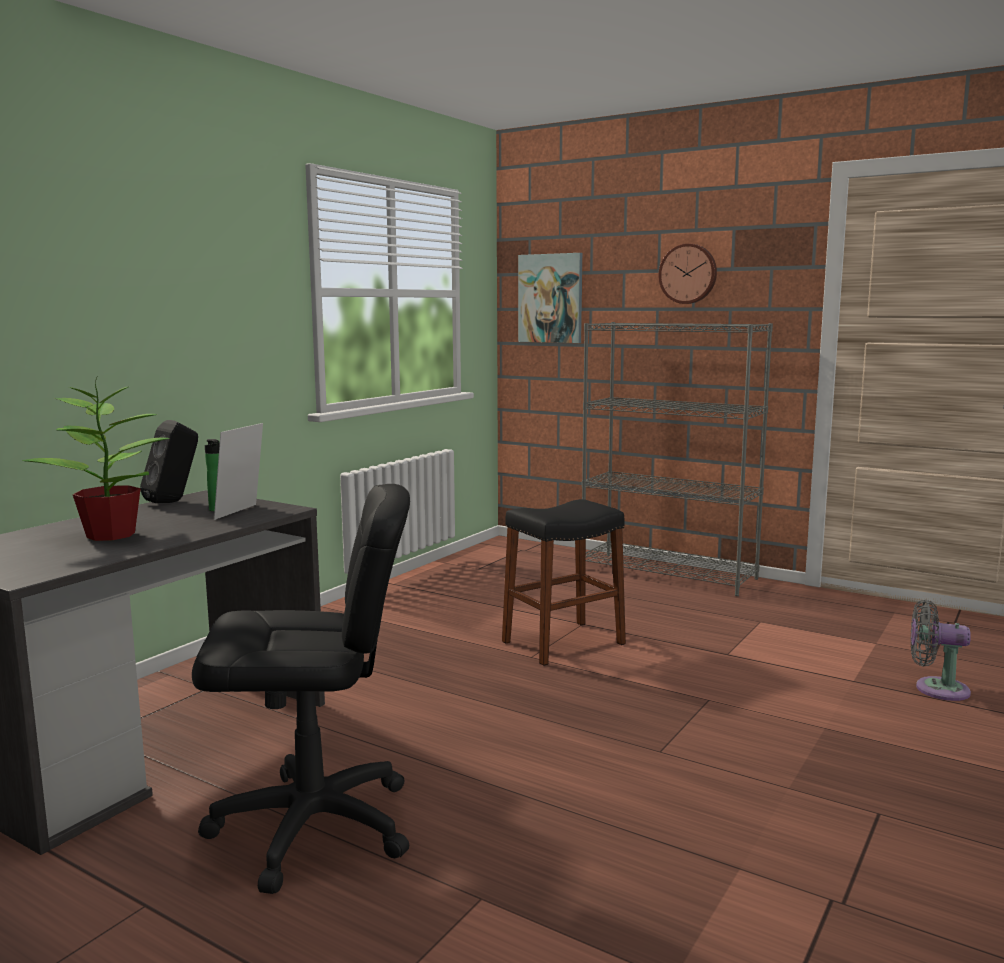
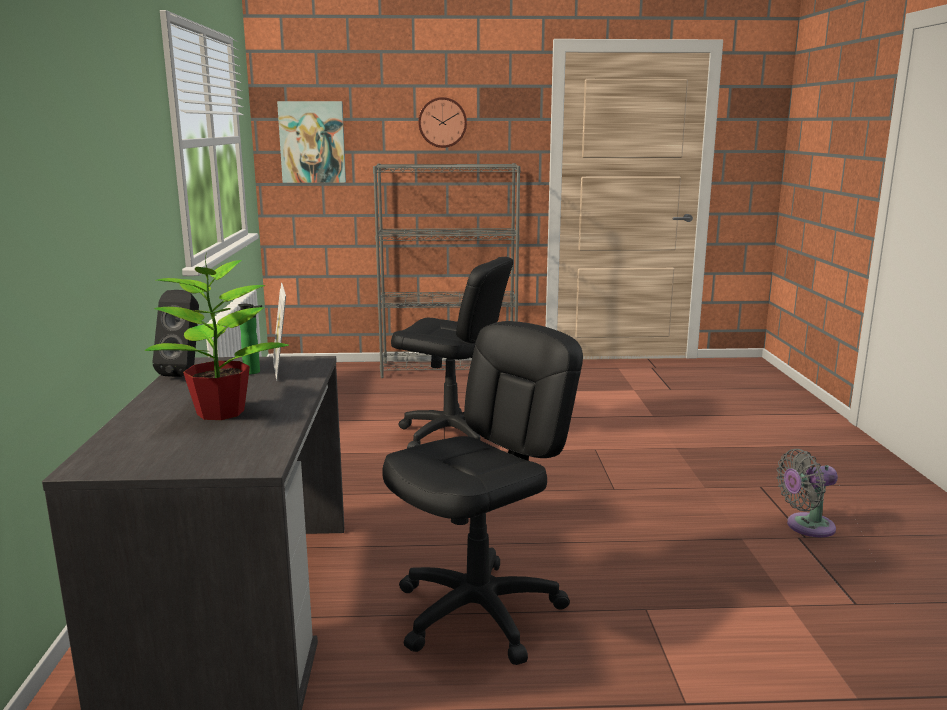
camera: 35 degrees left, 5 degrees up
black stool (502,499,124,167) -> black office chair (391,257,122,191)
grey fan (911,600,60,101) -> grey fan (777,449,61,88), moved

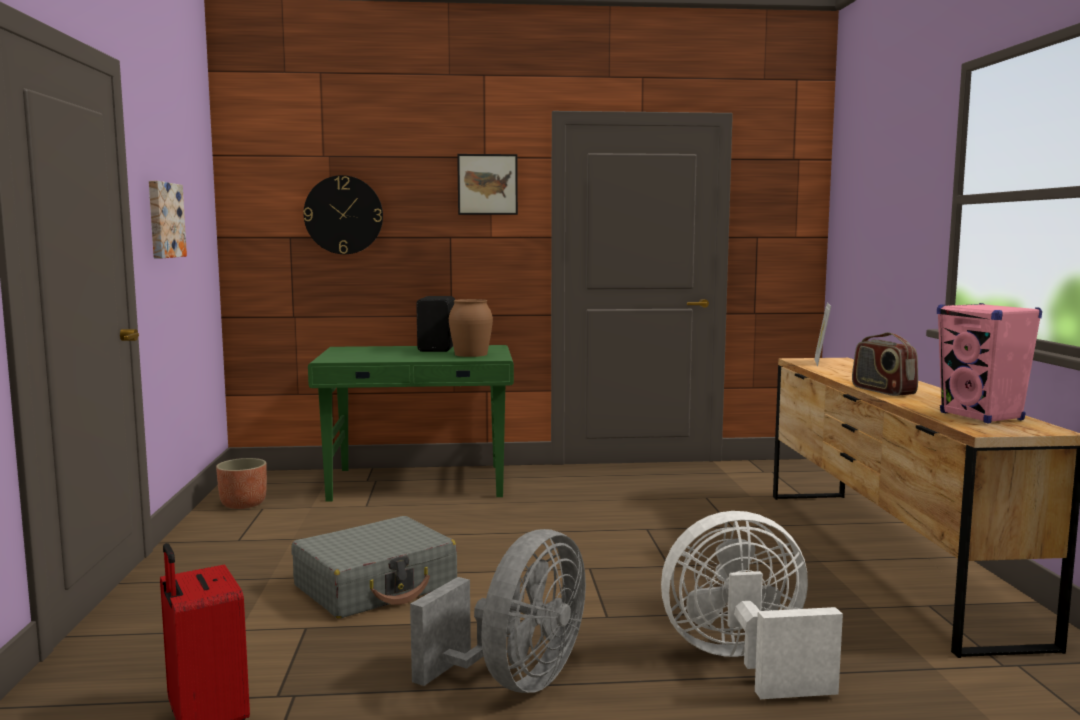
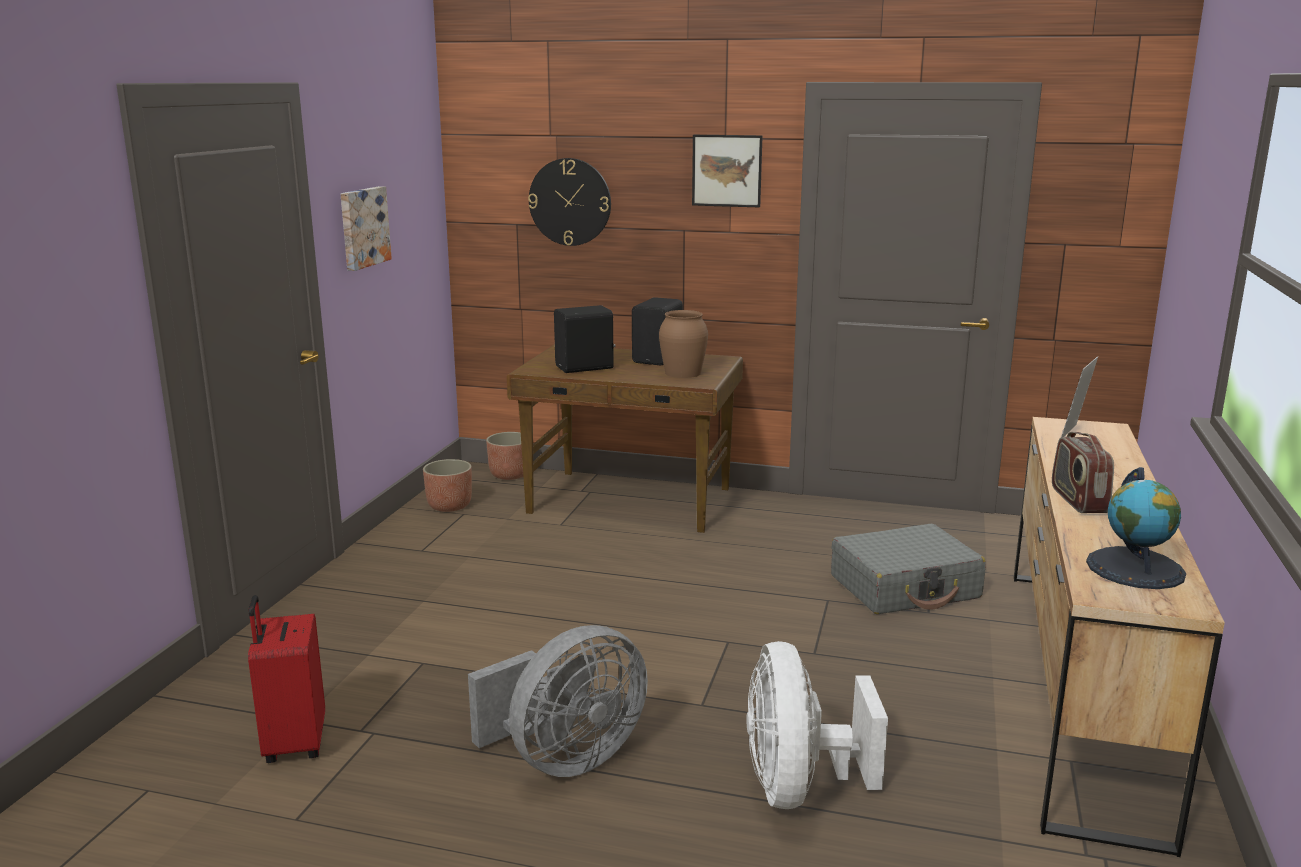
camera: 20 degrees right, 10 degrees up
grey suitcase (291,516,166,102) -> grey suitcase (831,524,155,90), moved
green desk (308,345,206,157) -> brown desk (507,344,236,189)
white fan (661,511,182,188) -> white fan (746,641,142,168), 105 degrees counterclockwise
pink speaker (937,303,105,121) -> globe (1086,467,100,122)
none -> planter (486,432,37,48)
none -> black speaker (554,305,62,68)

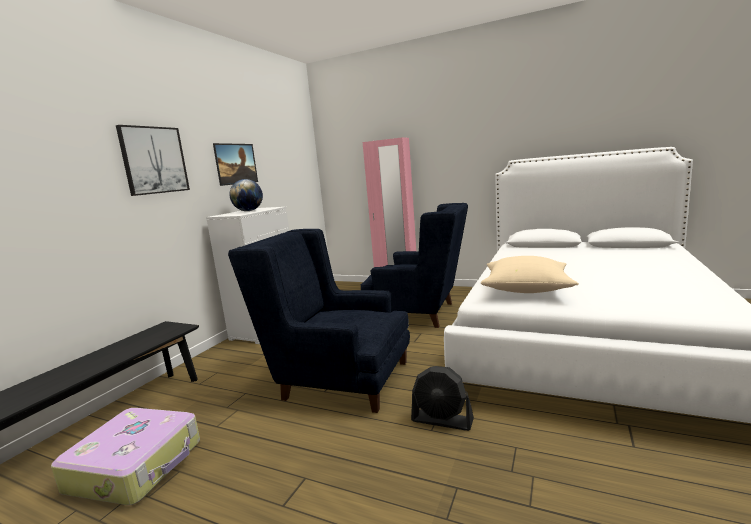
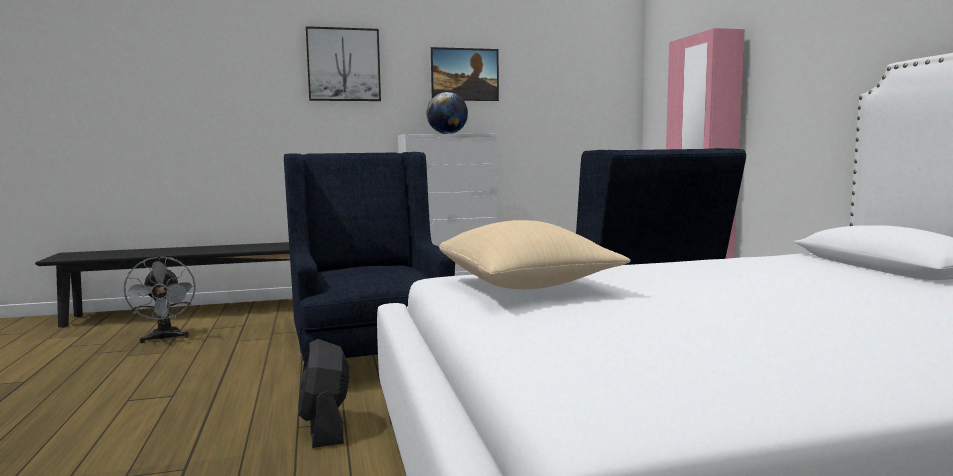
camera: 50 degrees right, 5 degrees down
suitcase (51,408,149,97) -> grey fan (123,256,73,87)

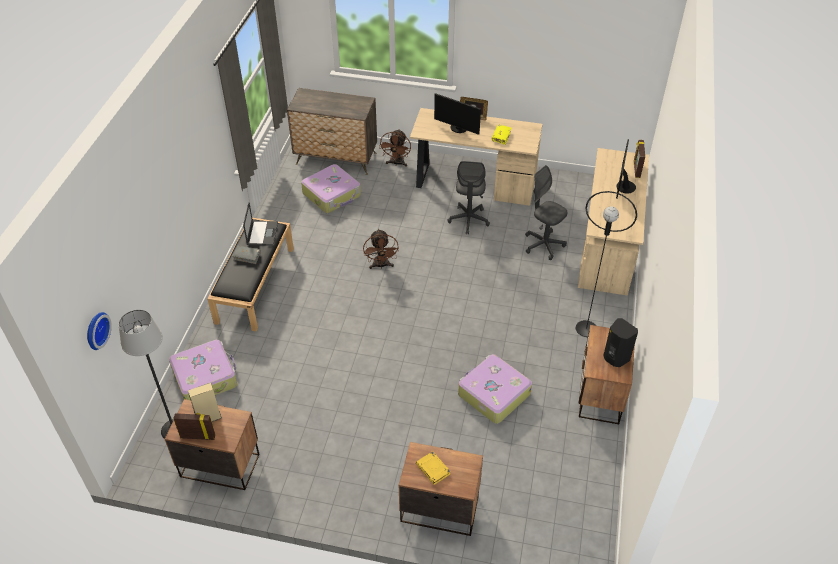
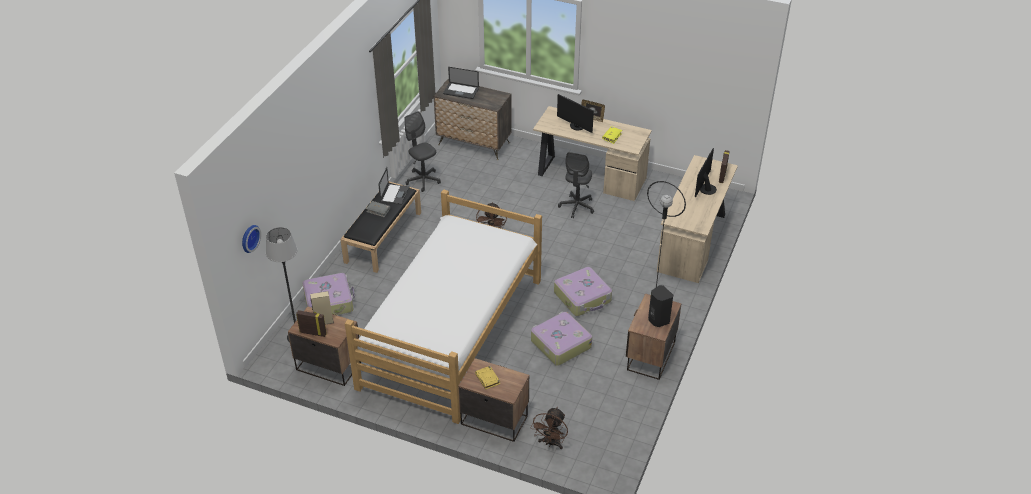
camera: 10 degrees right, 5 degrees down
suitcase (301,164,60,49) -> suitcase (554,267,58,49), moved
brown fan (379,129,32,38) -> brown fan (531,407,37,42), moved
grey office chair (525,165,43,95) -> grey office chair (404,111,37,81), moved
none -> bed (345,189,197,235)
none -> laptop (443,67,36,32)

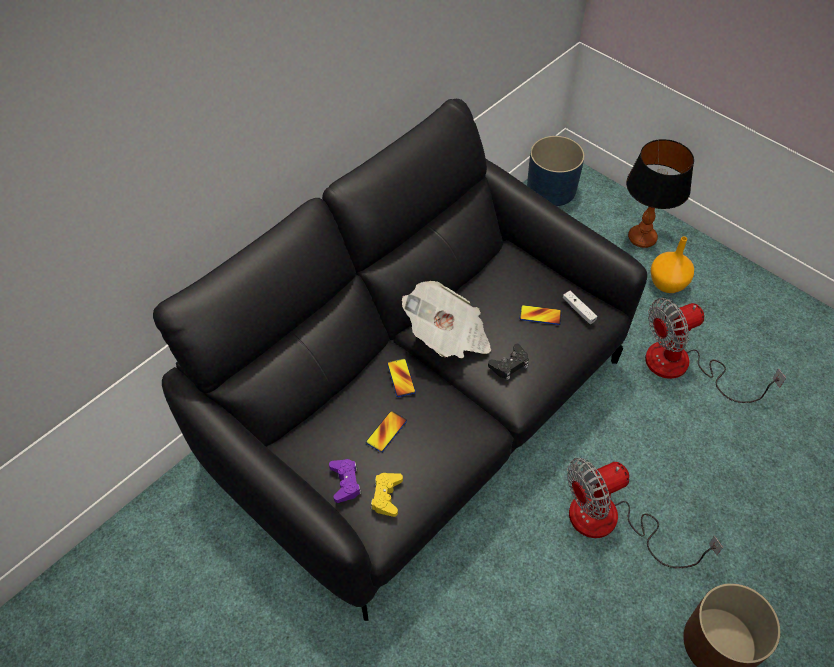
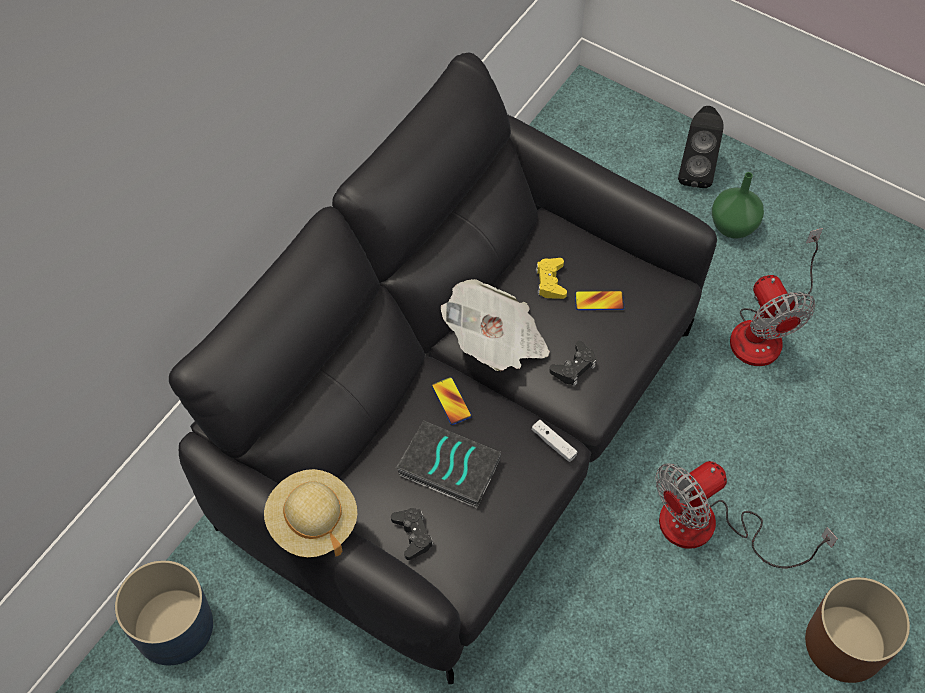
camera: 10 degrees left, 5 degrees up
purple game controller (329,459,32,44) -> black game controller (391,508,43,52)
phone (366,411,41,41) -> book (396,420,105,88)
yellow game controller (371,473,32,44) -> yellow game controller (536,258,31,41), moved
blue planter (527,136,58,70) -> blue planter (115,560,98,105), moved
white game controller (563,291,34,33) -> white game controller (532,420,45,42), moved
table lamp (626,139,68,109) -> black speaker (678,106,46,82)
fan (645,298,141,105) -> fan (730,228,93,138), 75 degrees counterclockwise
orange vase (650,236,44,57) -> green vase (712,172,52,67)
none -> beige hat (264,469,93,88)

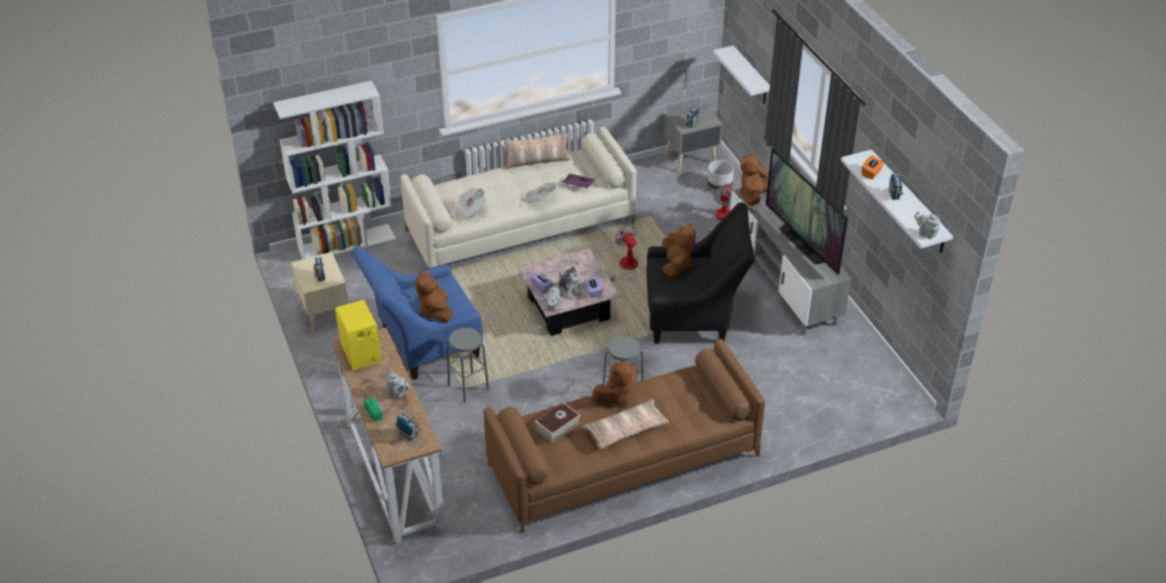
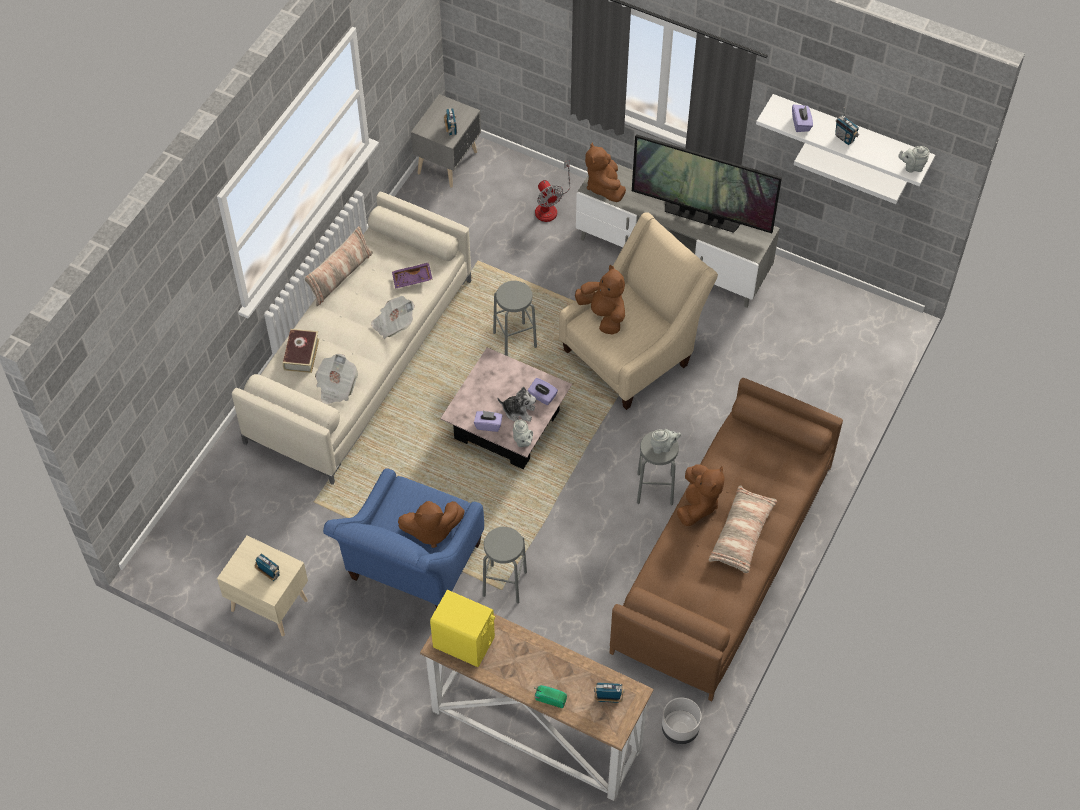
camera: 40 degrees left, 15 degrees up
white bookcase (273,81,123,178) -> none
grey teapot (385,373,25,26) -> grey teapot (651,429,30,25), moved
brown plush toy (415,269,38,54) -> brown plush toy (398,501,67,47), 45 degrees counterclockwise
book (534,402,47,41) -> book (283,329,36,44), moved
fan (610,226,28,56) -> grey stool (493,281,44,75)
black armchair (646,202,109,142) -> beige armchair (559,212,159,198)
grey planter (707,160,27,30) -> grey planter (662,697,39,47), moved
white shelf (713,45,57,59) -> white shelf (794,143,113,61), moved
orange tissue box (861,155,23,24) -> purple tissue box (792,104,21,28)

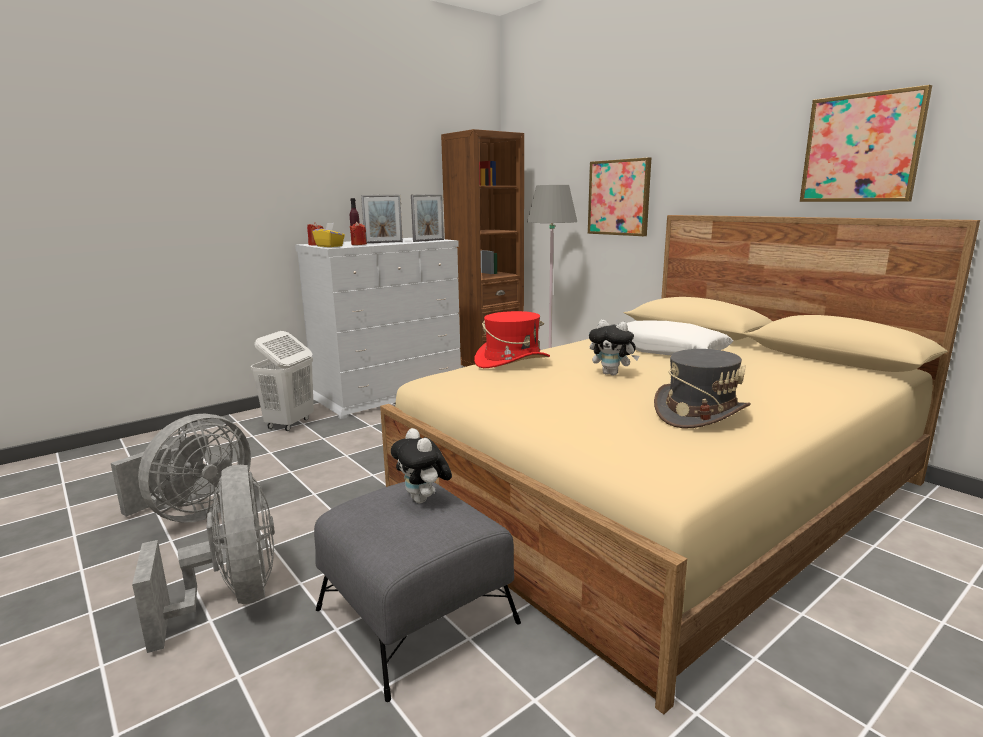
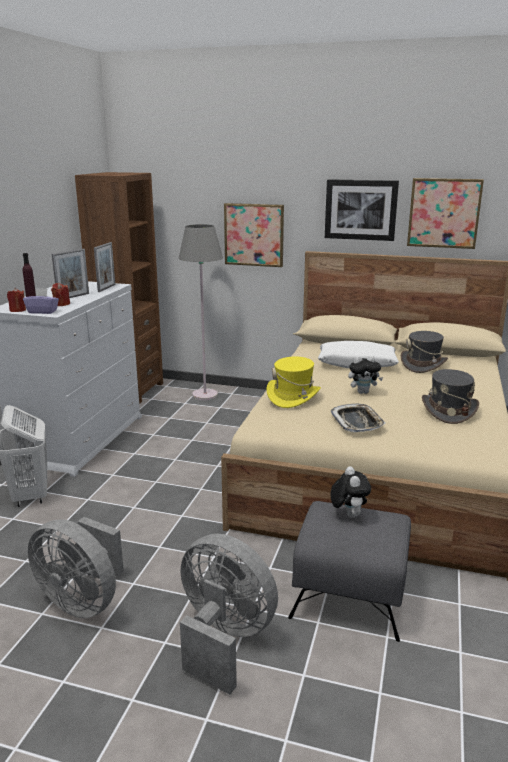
camera: 35 degrees left, 5 degrees up
grey fan (111,414,140,108) -> grey fan (28,517,96,101), 120 degrees clockwise
yellow tissue box (312,223,33,24) -> purple tissue box (23,288,36,26)
plush toy (391,428,61,75) -> plush toy (330,466,41,52), 120 degrees counterclockwise
red hat (474,311,76,57) -> yellow hat (267,357,54,51)
none -> picture (325,179,74,62)
none -> tray (330,404,56,28)
none -> grey hat (401,331,47,42)

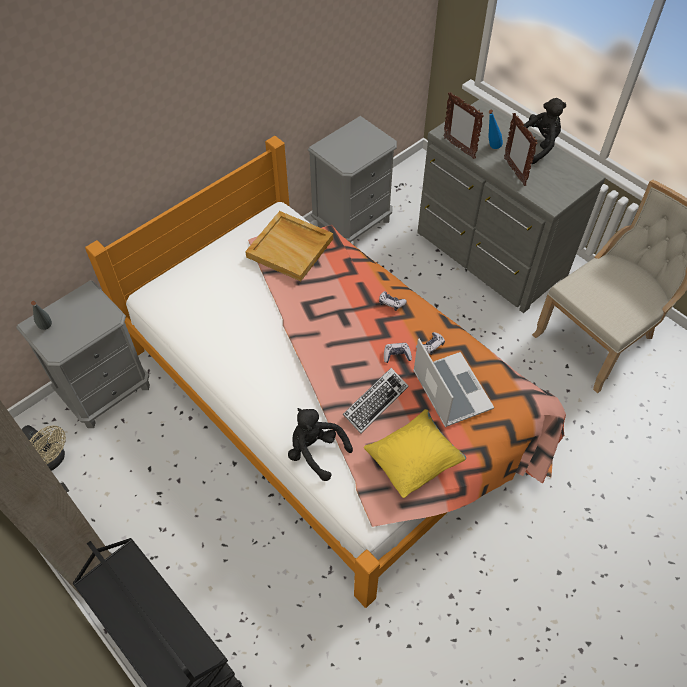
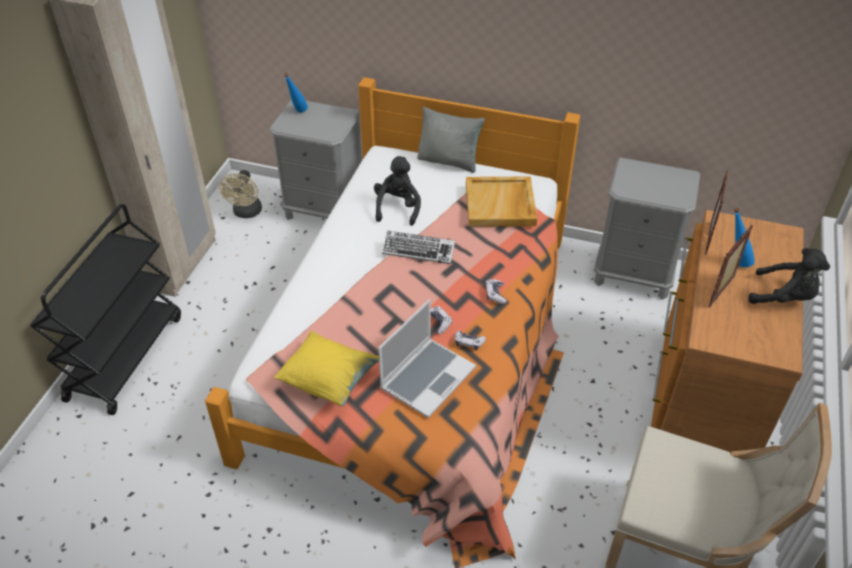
camera: 60 degrees right, 10 degrees down
grey bottle (31,301,21,29) -> blue bottle (284,73,24,40)
black plush toy (288,408,65,73) -> black plush toy (374,156,47,70), moved
keyboard (343,368,65,65) -> keyboard (382,231,73,33), moved
grey dresser (417,99,189,214) -> brown dresser (651,210,153,243)
none -> grey pillow (417,107,68,66)

